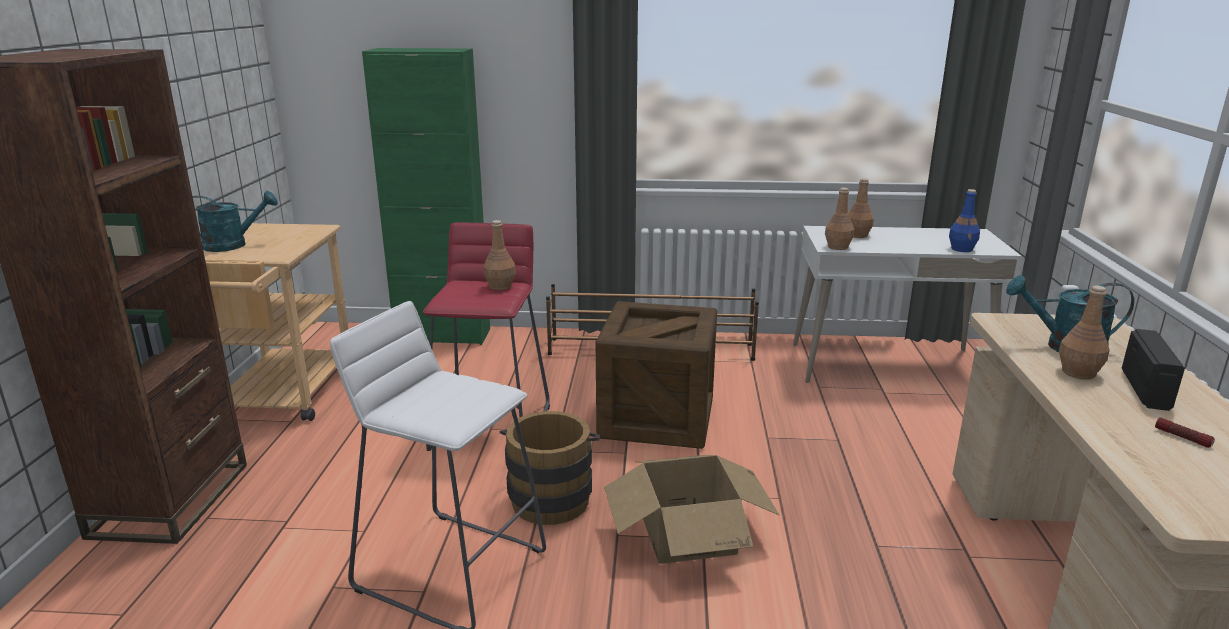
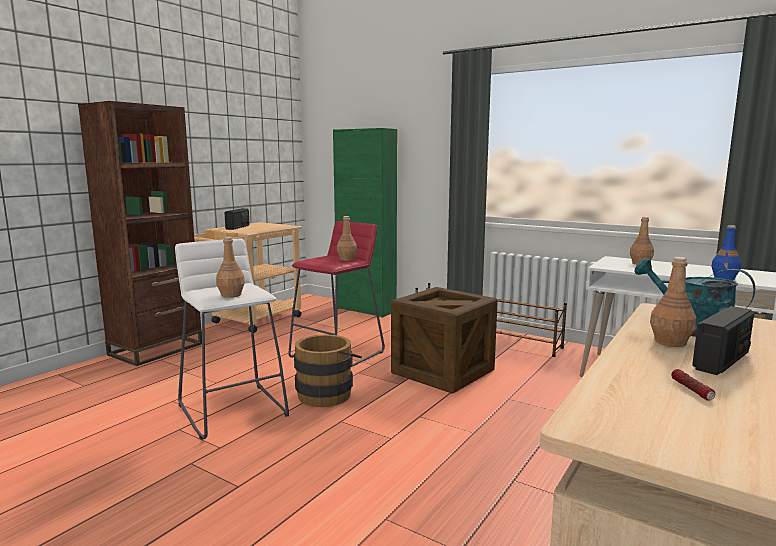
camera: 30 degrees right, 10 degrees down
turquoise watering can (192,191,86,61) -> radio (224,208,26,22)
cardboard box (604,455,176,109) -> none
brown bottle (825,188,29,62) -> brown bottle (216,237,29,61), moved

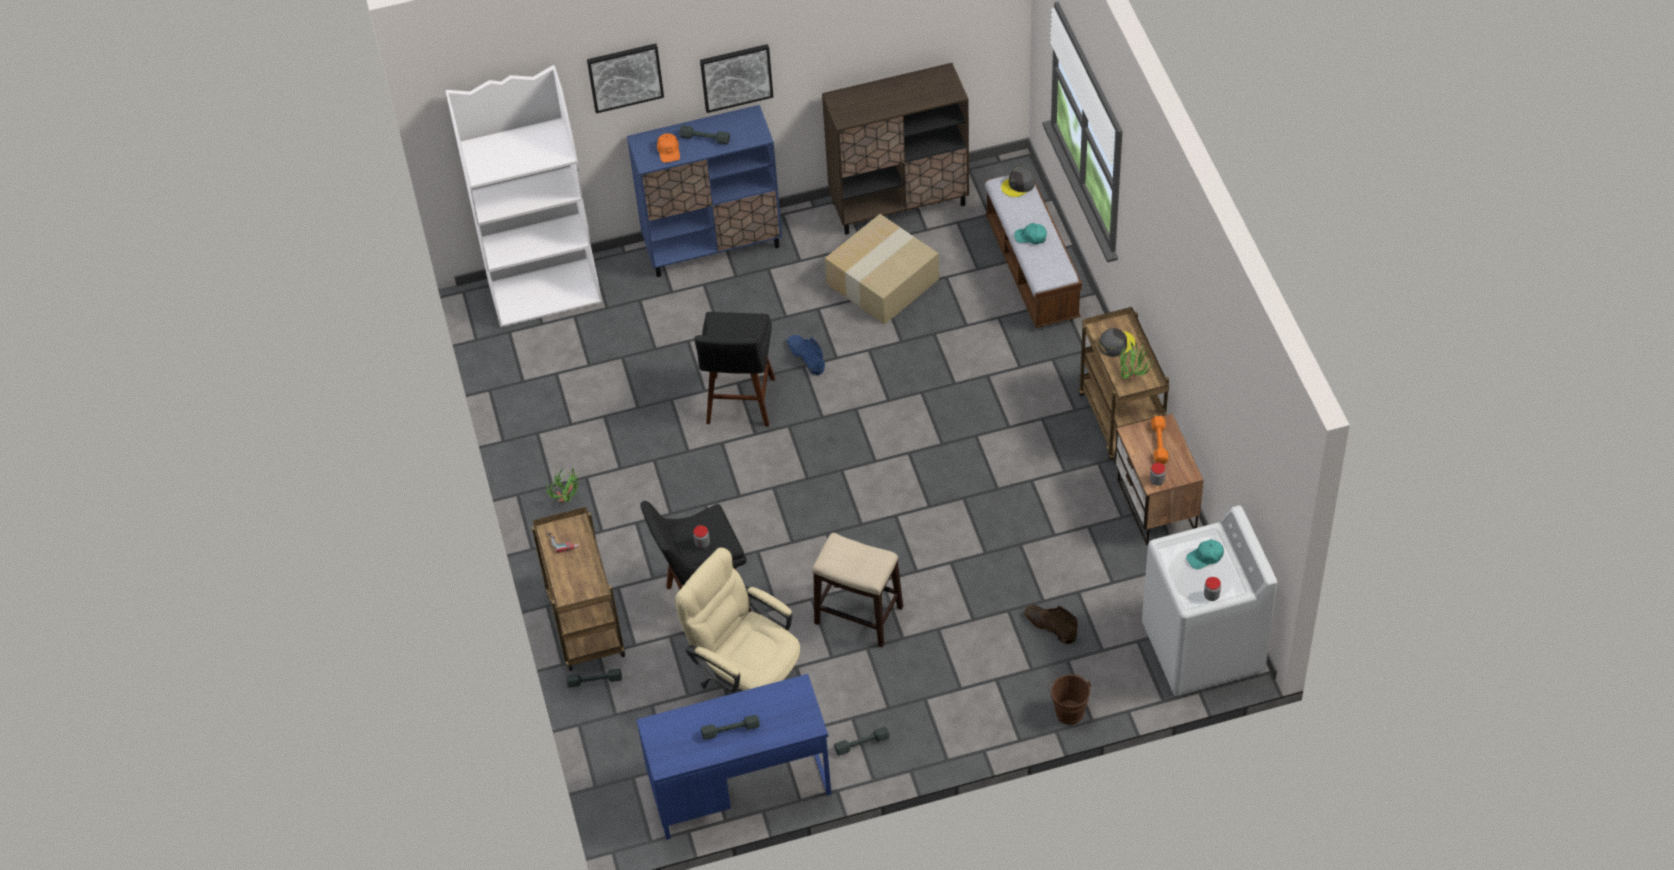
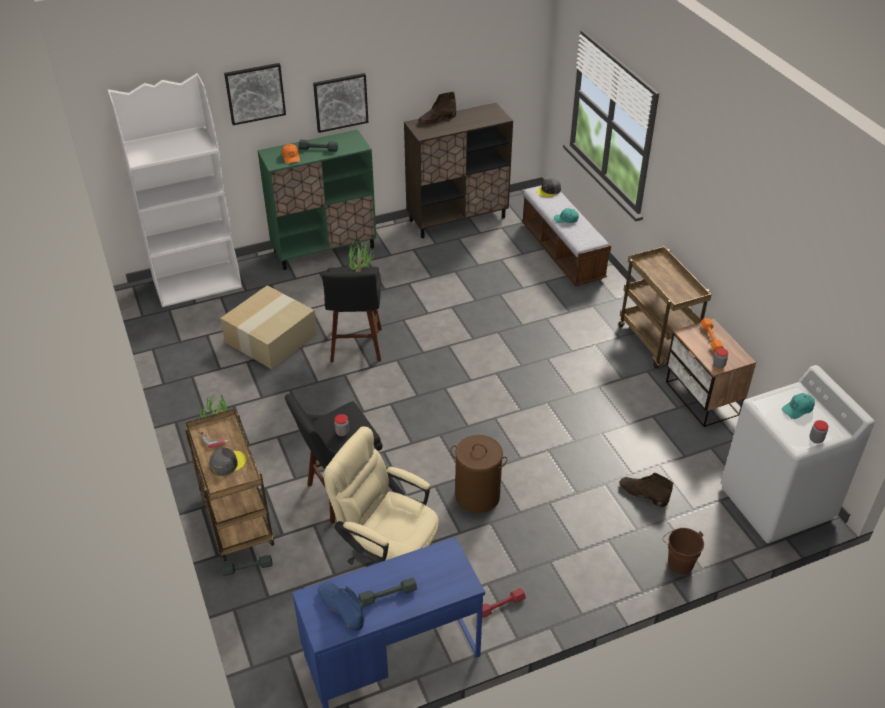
camera: 10 degrees left, 10 degrees down
blue cabinet (627,105,155,172) -> green cabinet (257,130,119,140)
blue boot (787,335,38,40) -> blue boot (318,582,46,49), moved
stool (812,533,91,114) -> brown laundry basket (450,435,58,78)
cardboard box (825,214,114,111) -> cardboard box (220,285,97,84), moved
grey dumbbell (834,727,56,29) -> red dumbbell (482,588,44,30)
grey cap (1098,328,37,29) -> grey cap (209,448,37,28), moved
potted plant (1120,342,34,39) -> potted plant (349,240,26,32), moved
none -> brown boot (418,92,38,32)

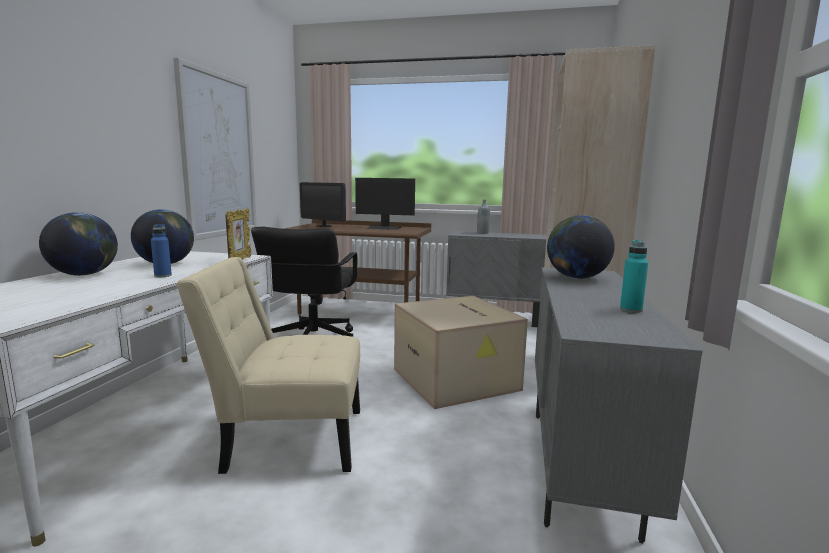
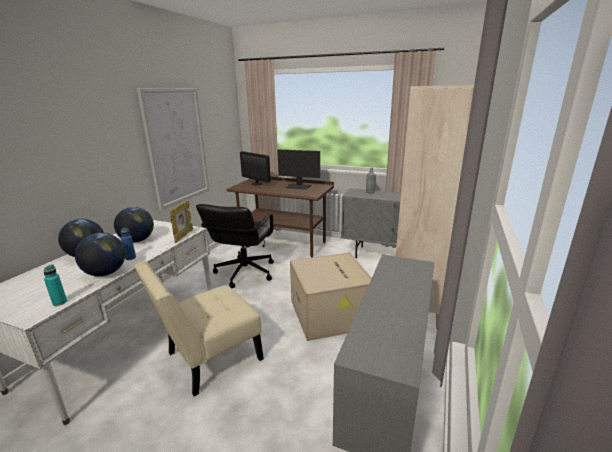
camera: 10 degrees right, 10 degrees up
beige chair (176,257,184,217) -> beige chair (134,261,130,135), 45 degrees counterclockwise
globe (547,215,68,64) -> globe (75,233,51,43), moved
turquoise bottle (620,240,28,73) -> turquoise bottle (44,264,23,42), moved

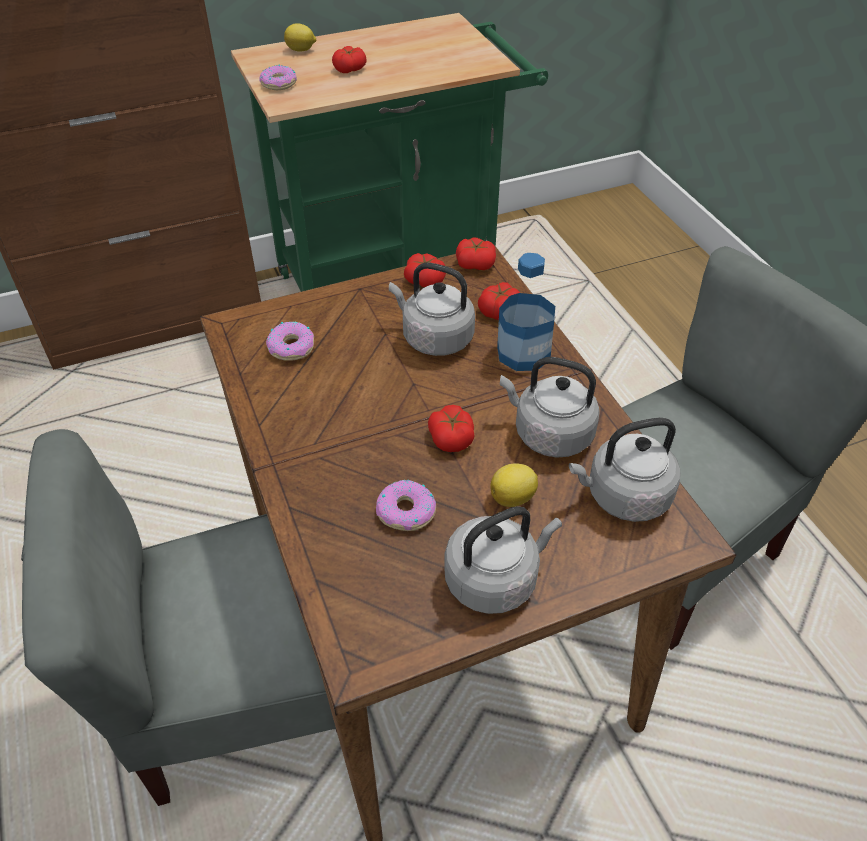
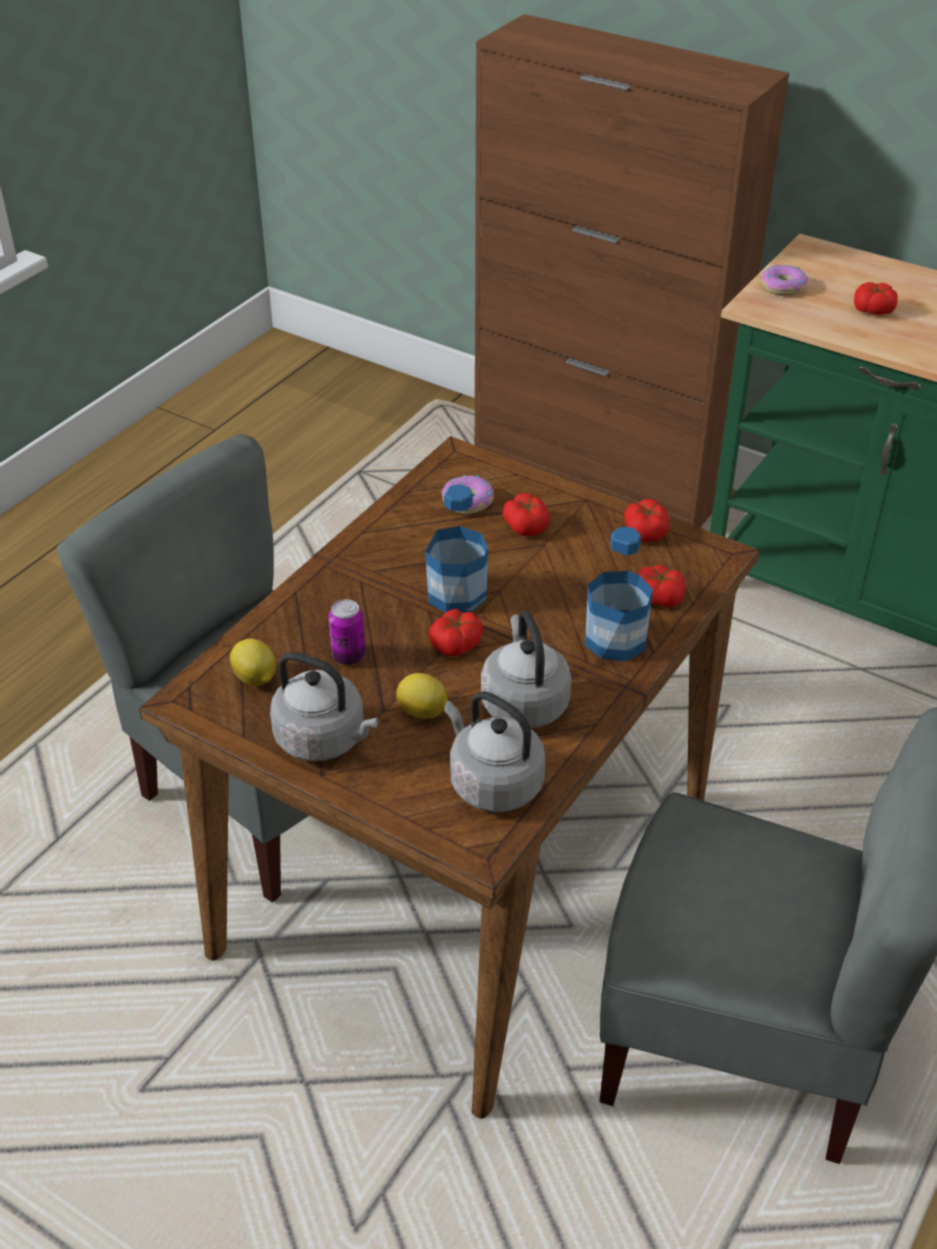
camera: 55 degrees right, 5 degrees down
lemon (284,23,32,29) -> lemon (230,639,46,47), moved
donut (376,479,60,52) -> can (328,599,37,66)
grey kettle (389,262,86,94) -> none
tomato (456,237,40,33) -> tomato (502,493,48,43), moved
none -> bottle (425,484,63,129)

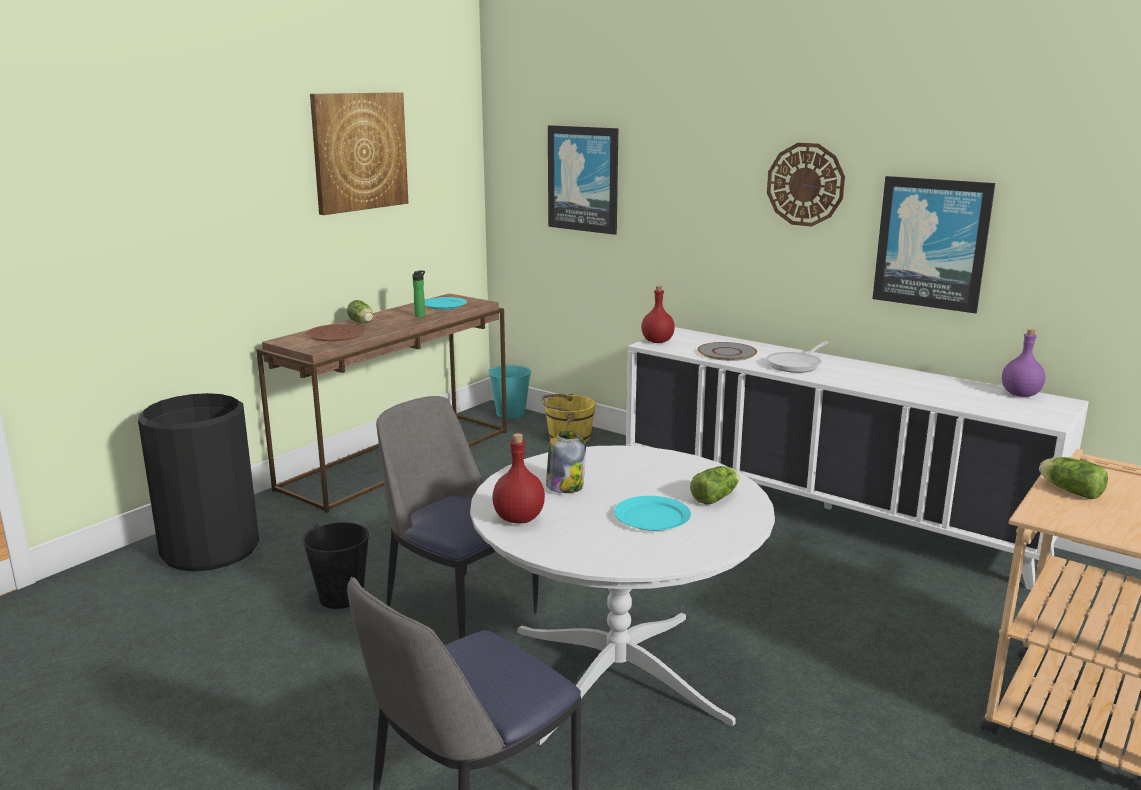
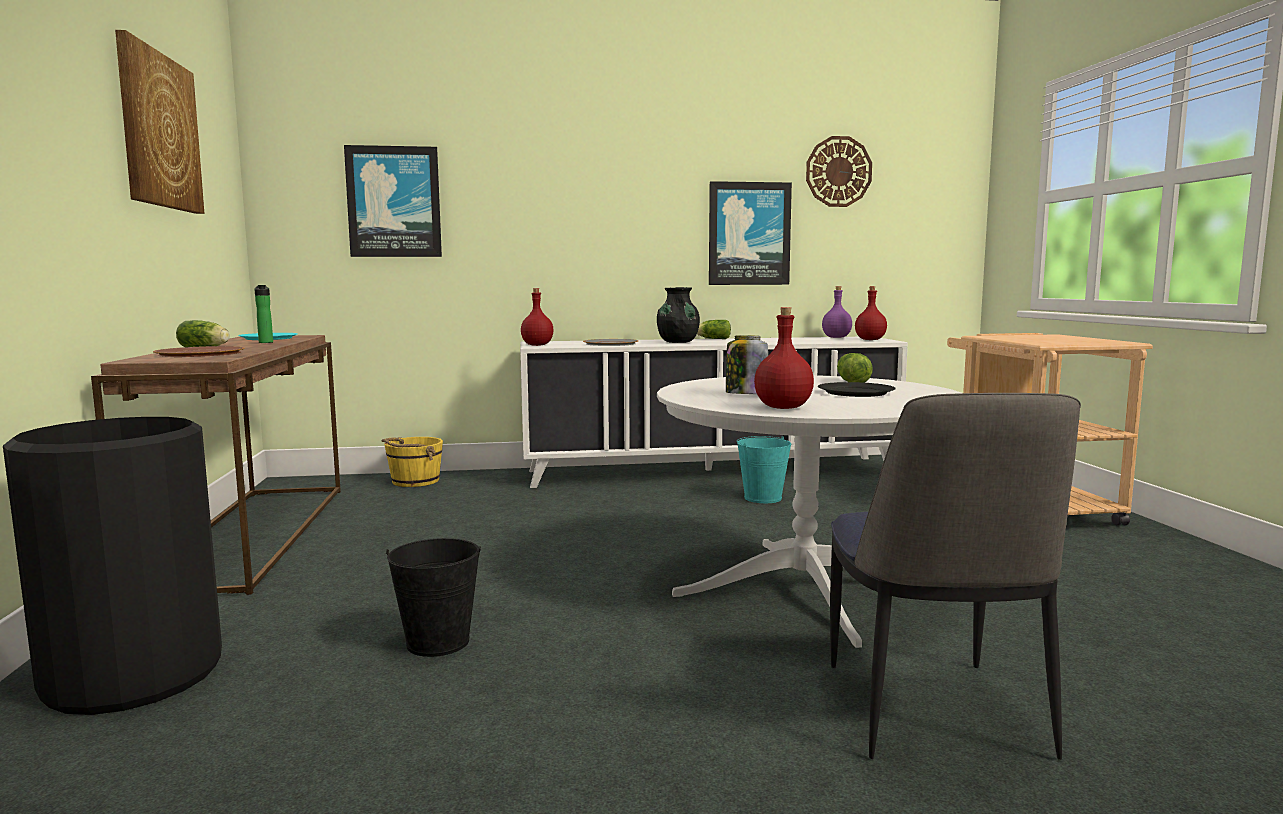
camera: 45 degrees left, 10 degrees down
chair (376,396,163,243) -> none
turquoise bucket (489,365,43,54) -> turquoise bucket (737,436,54,67), moved
turquoise plate (614,496,77,35) -> black plate (818,382,78,15)
frying pan (766,341,63,32) -> black vase (657,287,43,56)
wall clock (767,143,78,84) -> wall clock (806,136,66,71), moved
lettuce (1039,457,69,42) -> lettuce (697,320,34,19), moved
none -> red bottle (855,286,32,54)

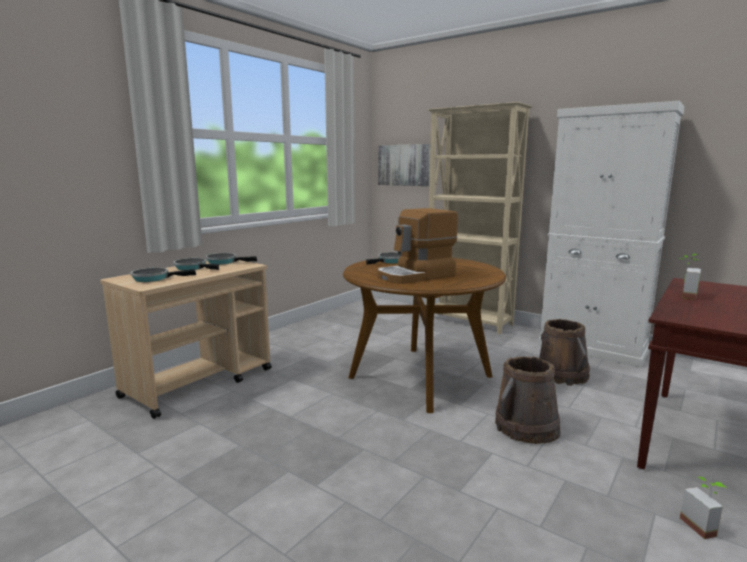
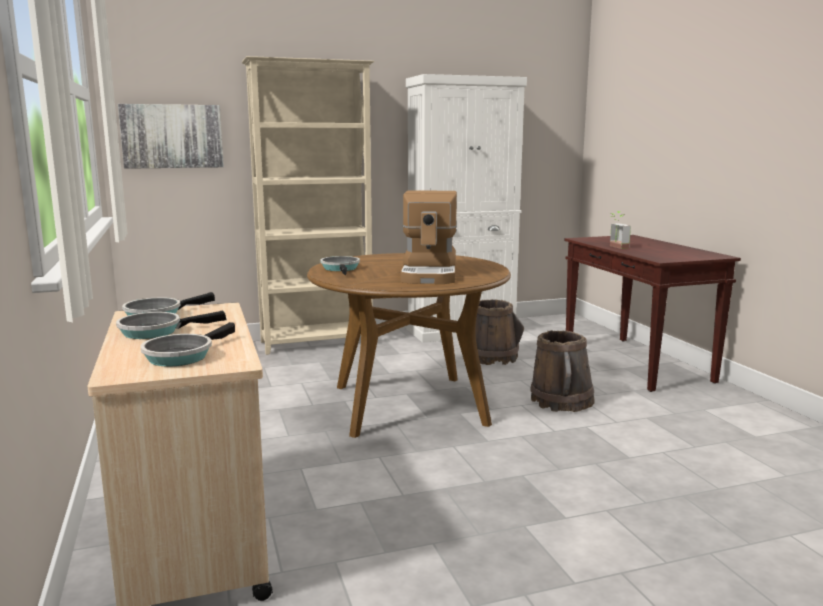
camera: 55 degrees left, 0 degrees up
potted plant (680,477,47,62) -> none

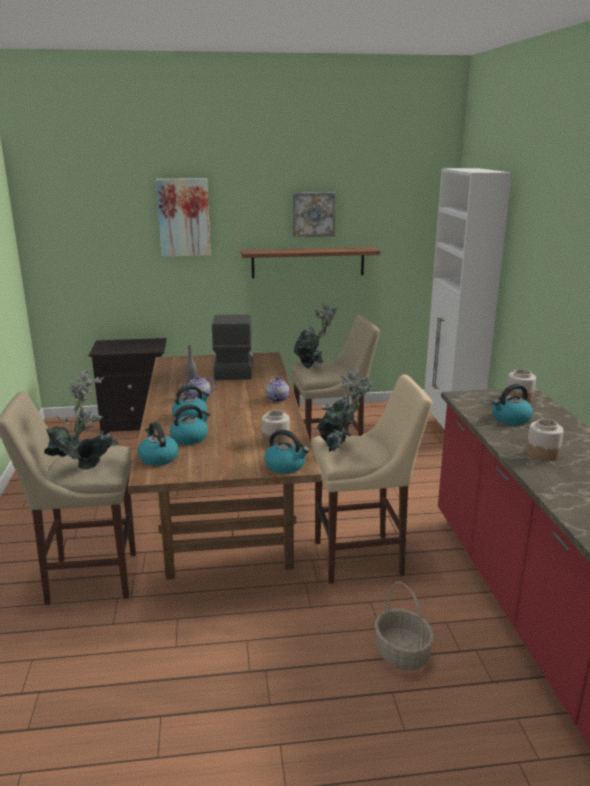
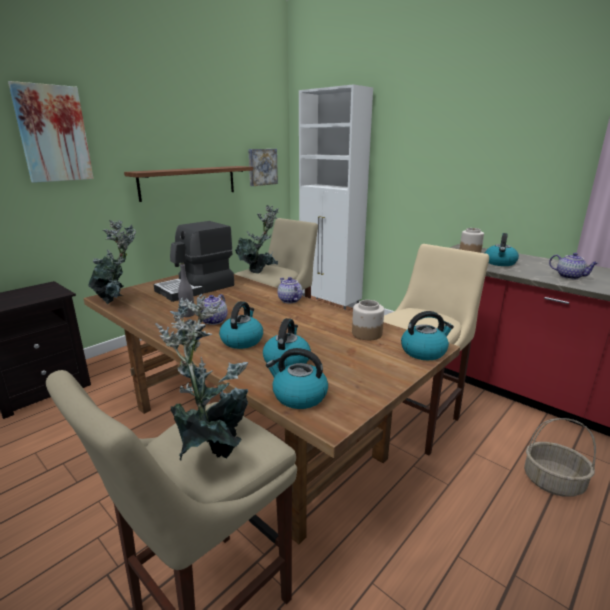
camera: 40 degrees left, 0 degrees up
coffee machine (212,314,41,66) -> coffee machine (154,221,80,81), 90 degrees counterclockwise
picture (293,193,42,44) -> picture (248,149,30,37), moved
potted plant (317,369,57,83) -> potted plant (88,220,49,84), moved
jar (526,419,38,42) -> teapot (549,253,50,26)

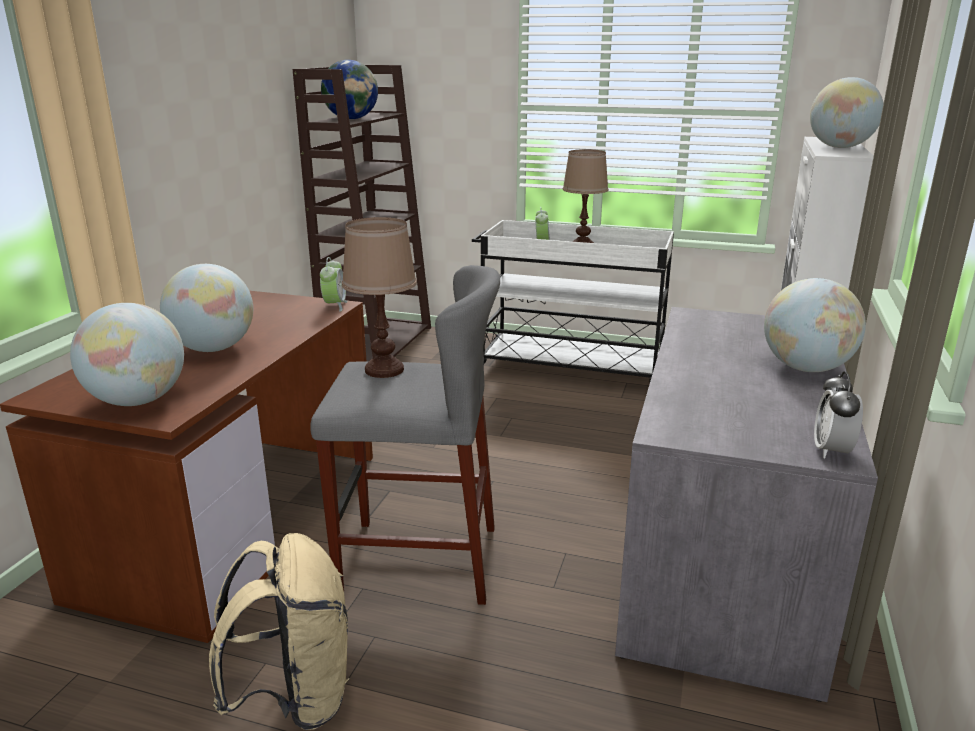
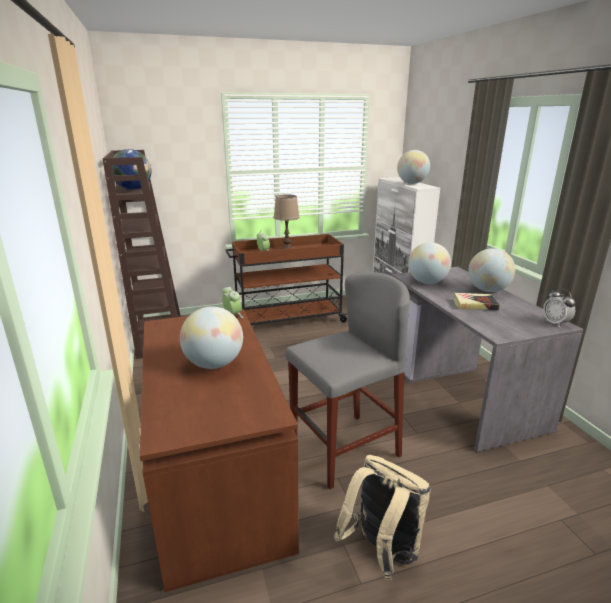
camera: 35 degrees left, 0 degrees up
globe (70,303,114,103) -> globe (408,242,43,42), moved
brown table lamp (342,217,75,161) -> none
white cart (472,220,202,161) -> brown cart (225,234,123,91)
none -> book (453,293,47,17)

